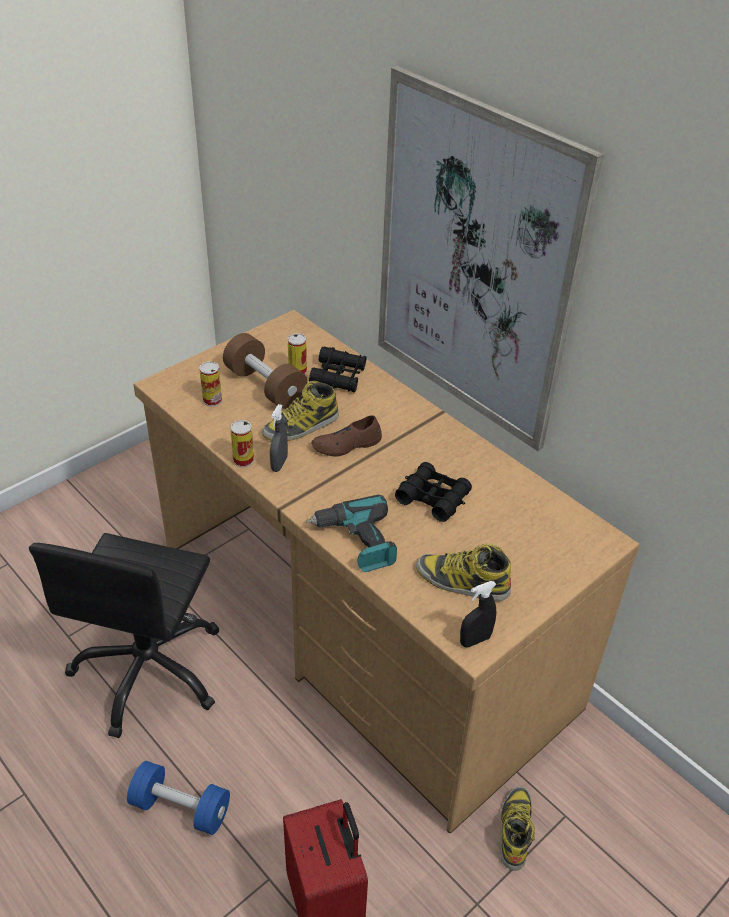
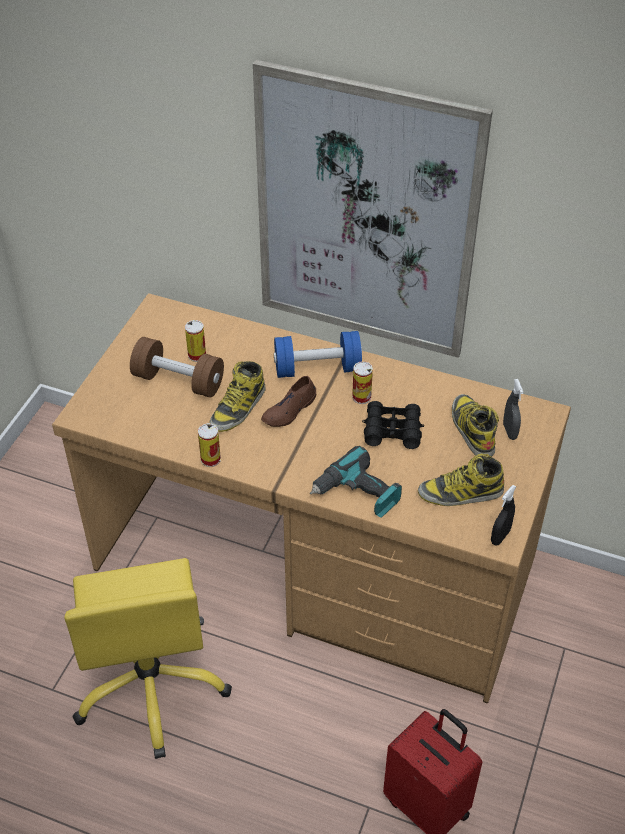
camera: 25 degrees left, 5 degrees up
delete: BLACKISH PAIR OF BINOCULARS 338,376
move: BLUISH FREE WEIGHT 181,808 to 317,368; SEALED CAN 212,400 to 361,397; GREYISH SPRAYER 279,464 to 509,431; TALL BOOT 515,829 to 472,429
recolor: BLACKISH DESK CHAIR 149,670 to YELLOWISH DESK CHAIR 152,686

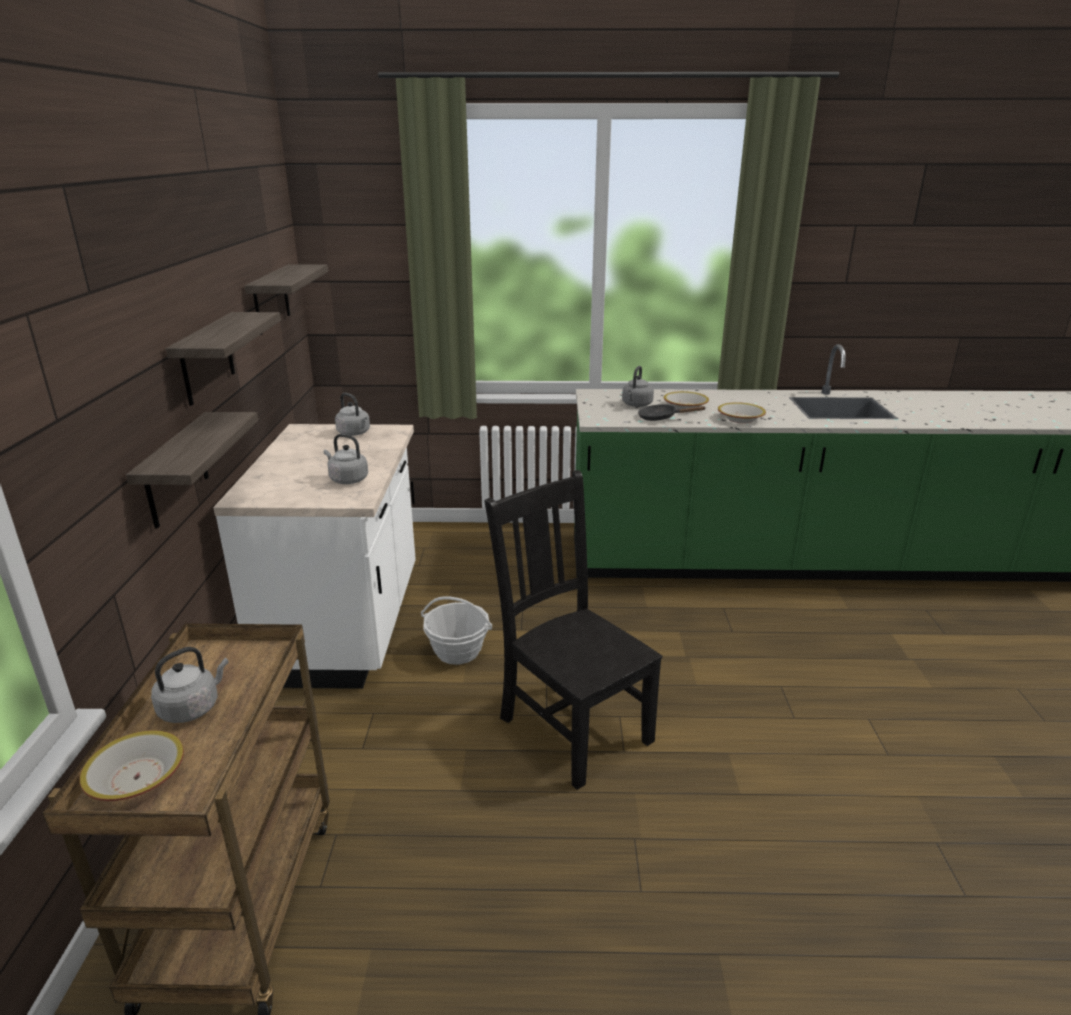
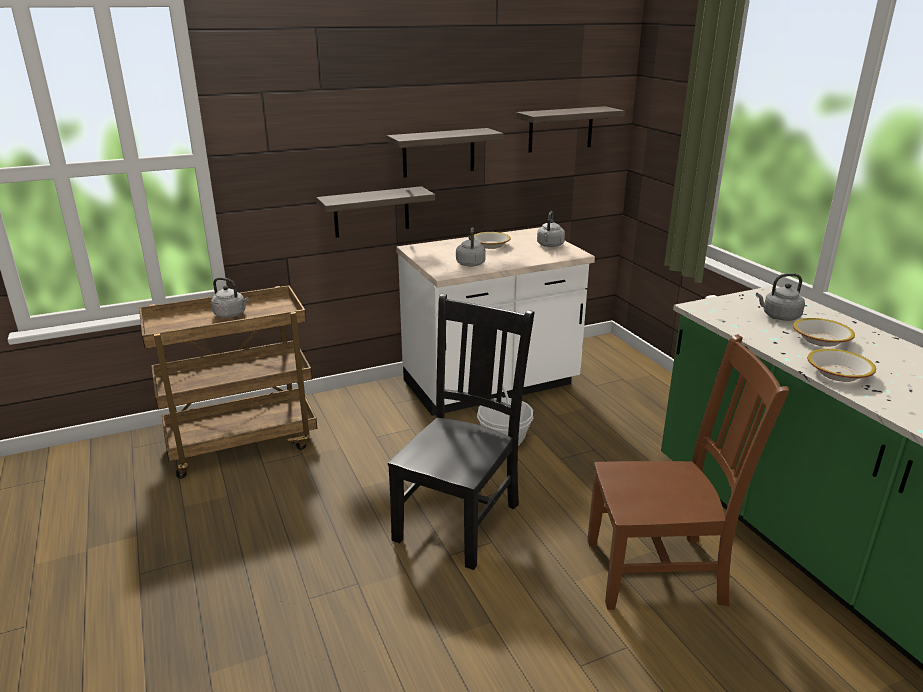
camera: 65 degrees right, 0 degrees up
delete: BLACKISH FRYING PAN 661,418
insert: BROWNISH PLAIN CHAIR 660,571
move: BOWL 137,778 to 490,245

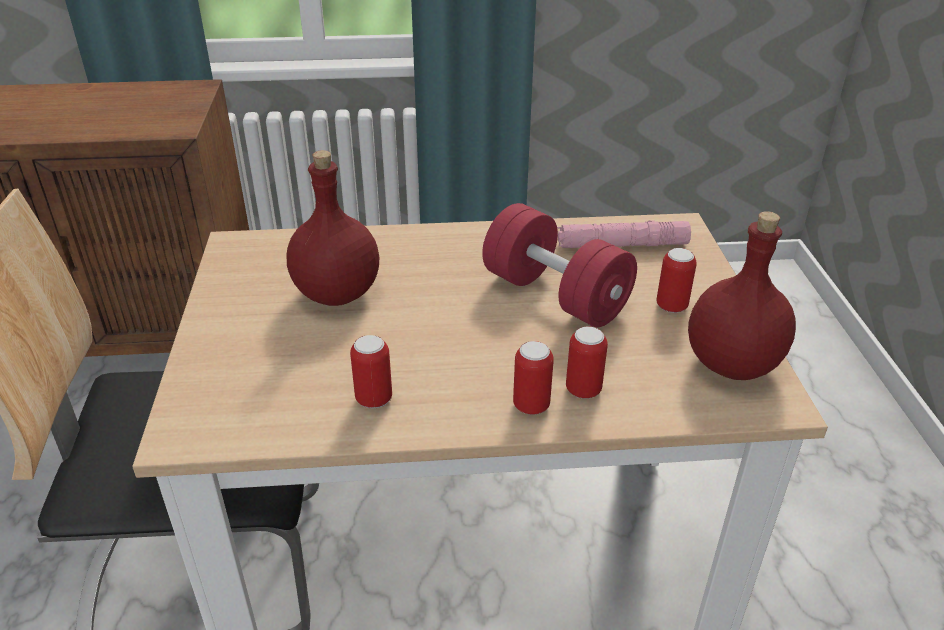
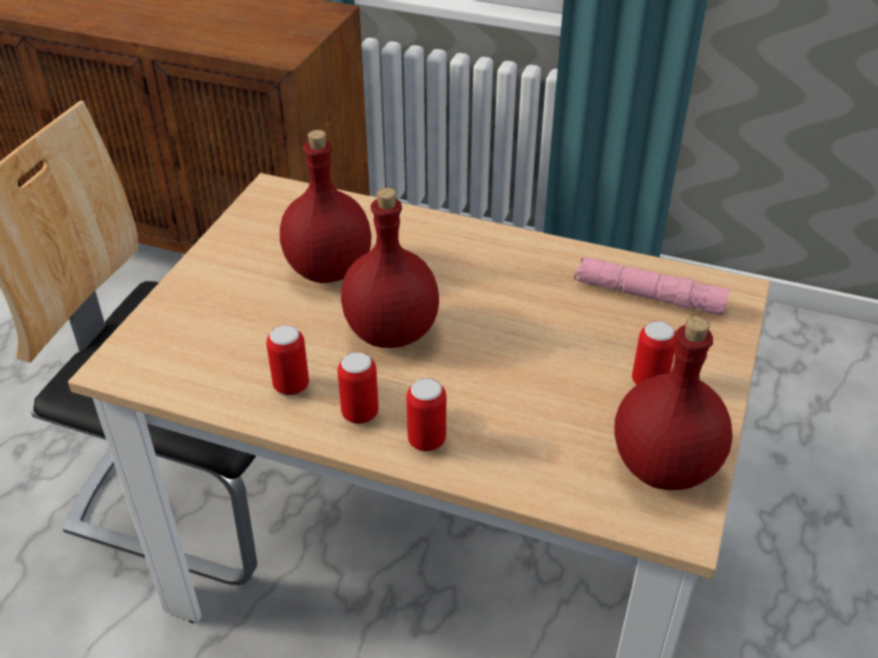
camera: 25 degrees right, 5 degrees up
delete: RED FREE WEIGHT 555,295
insert: RED DRINK BOTTLE 393,332
move: SEALED CAN 583,390 to 360,414

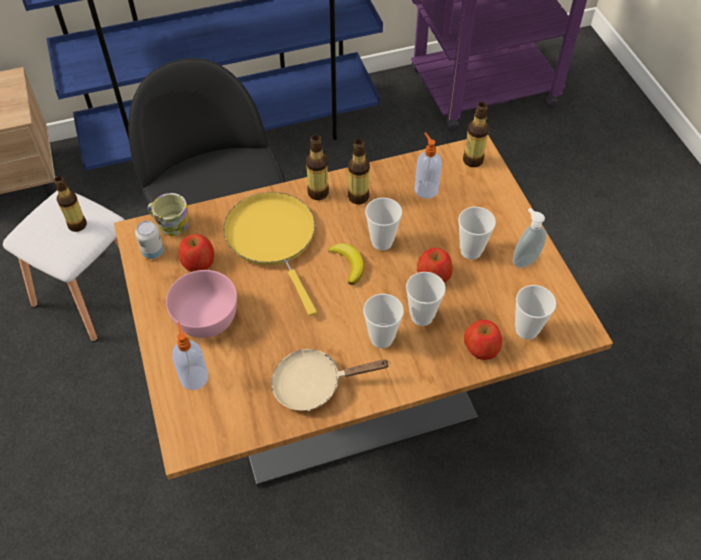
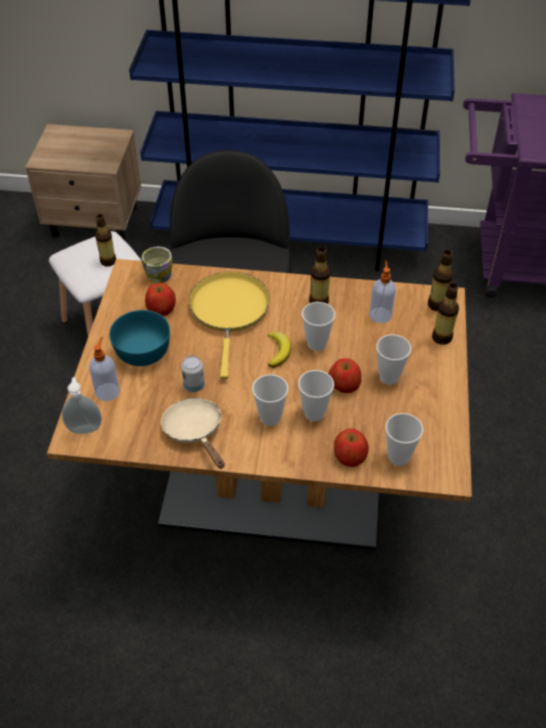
camera: 25 degrees right, 5 degrees down
move: SEALED CAN 153,252 to 194,386; DRINK BOTTLE 318,193 to 441,338; LIQUID SOAP BOTTLE 524,260 to 85,428
recolor: PINKISH BOWL 207,317 to TURQUOISE BOWL 143,351
rotate: BEIGE FRYING PAN 314,384 = 195,431 45 degrees clockwise

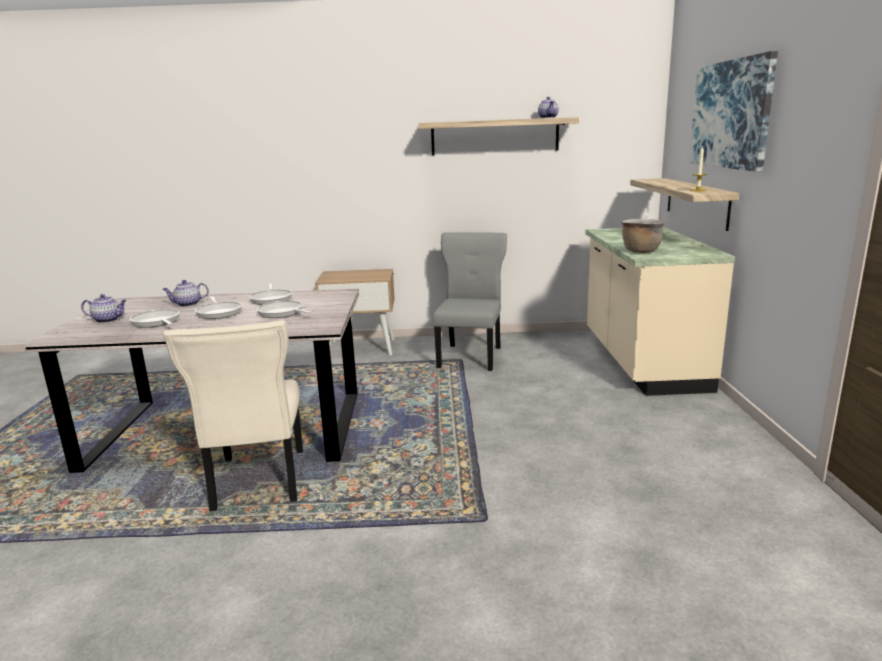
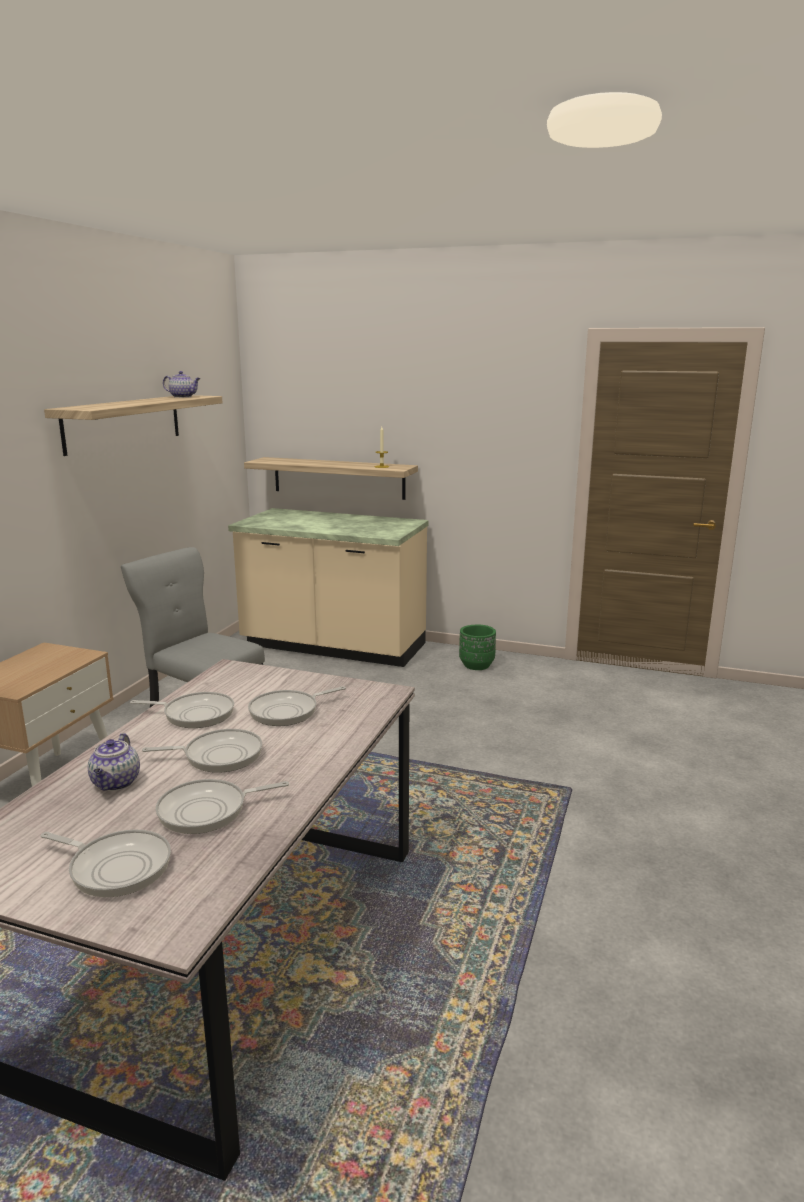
camera: 70 degrees left, 0 degrees up
delete: BEIGE PLAIN CHAIR 258,482; BROWNISH STOCKPOT 640,251; WALL ART 730,114
insert: GREEN PLANT POT 476,665
replace: TEAPOT 108,320 to FRYING PAN 116,867

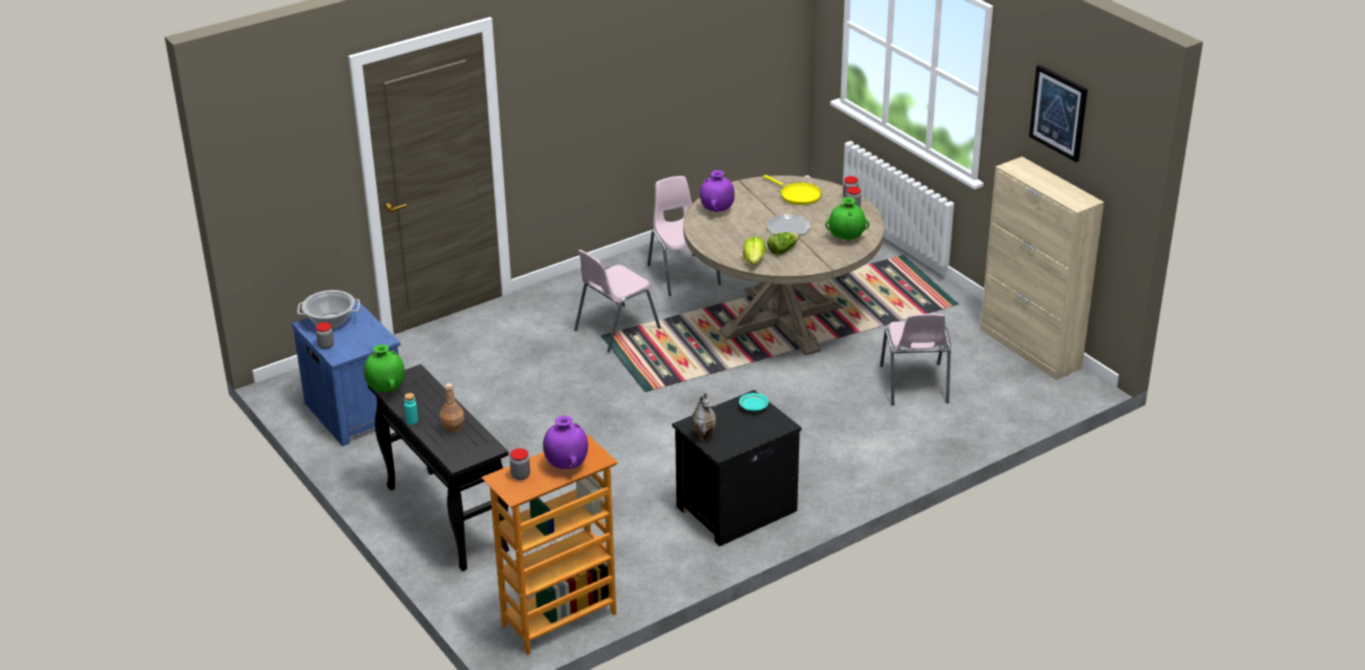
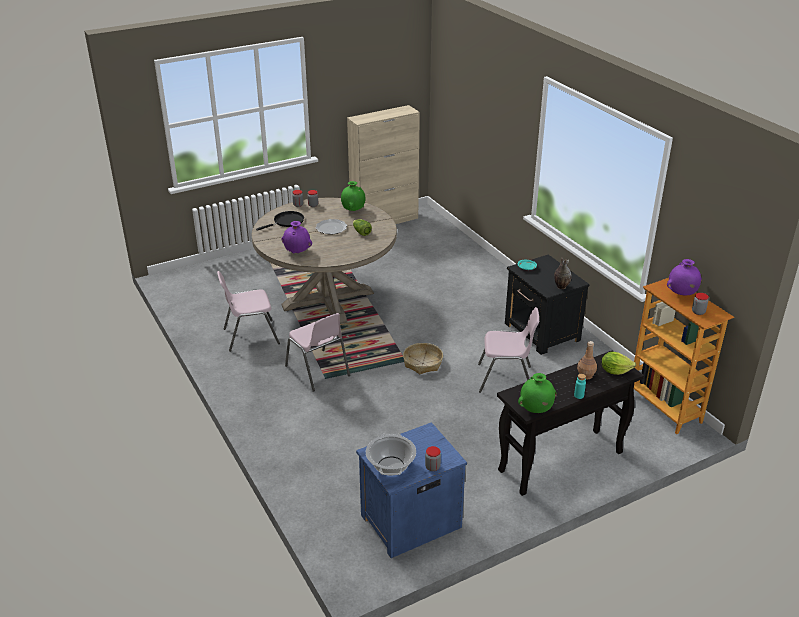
camera: 85 degrees left, 0 degrees up
delete: WALL ART 1059,112
insert: BASKET 423,363
move: HEAD OF LETTUCE 754,261 to 615,371; PINKISH PLAIN CHAIR 914,385 to 506,379
recolor: YELLOWISH FRYING PAN 798,195 to BLACKISH FRYING PAN 287,222

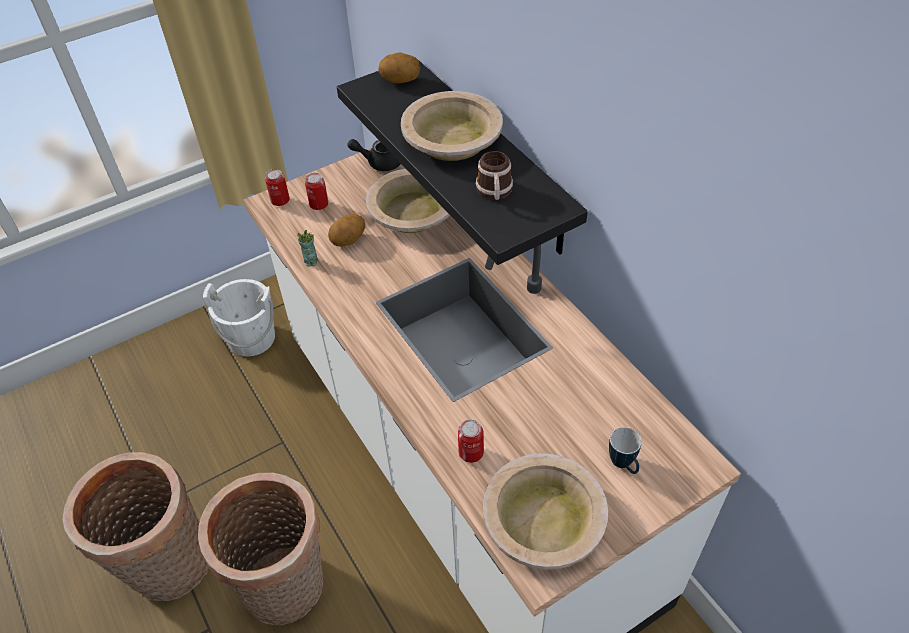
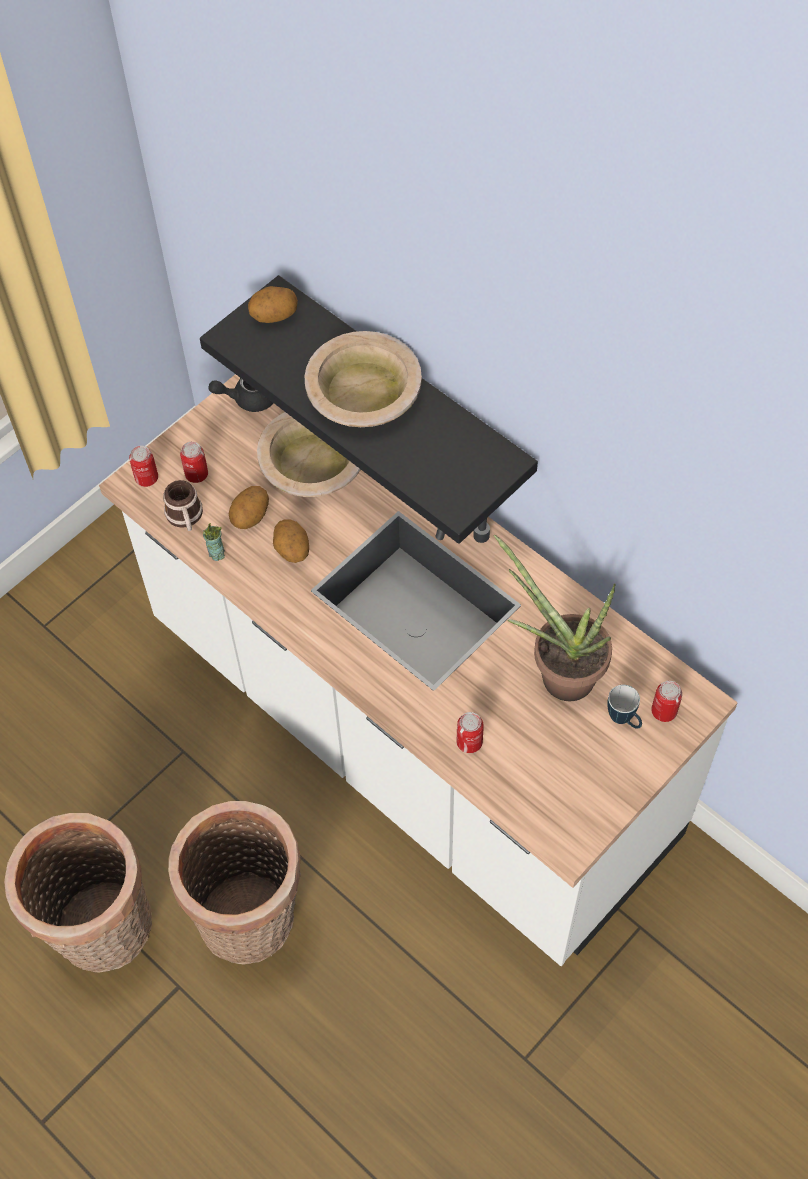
camera: 15 degrees left, 10 degrees up
delete: WHITISH BUCKET 251,338; BEIGE BOWL 544,520
insert: SPUD 291,551; HOUSEPLANT 557,672; SEALED CAN 664,711
move: TEA MUG 494,192 to 185,517

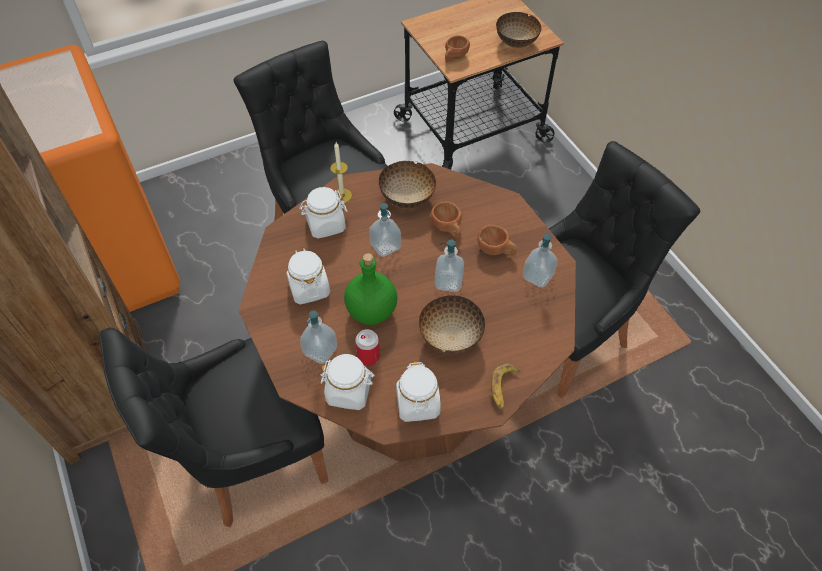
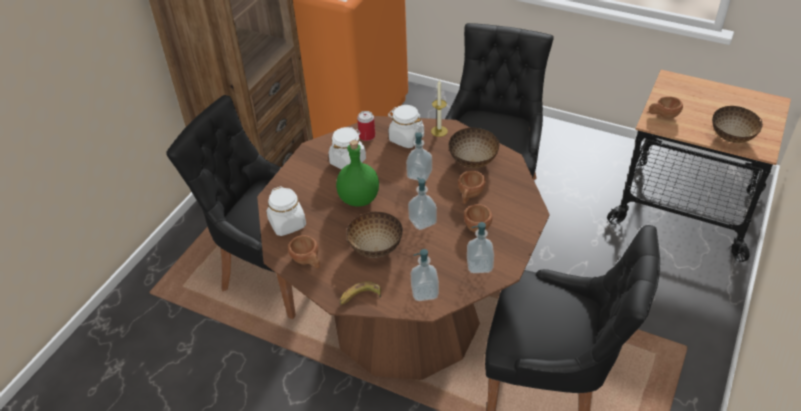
camera: 55 degrees right, 10 degrees down
move: LIQUID SOAP BOTTLE 320,350 to 424,292; SEALED CAN 368,356 to 367,136
replace: WHITISH PRESERVE JAR 418,404 to BROWNISH DRINKING CUP 307,261

